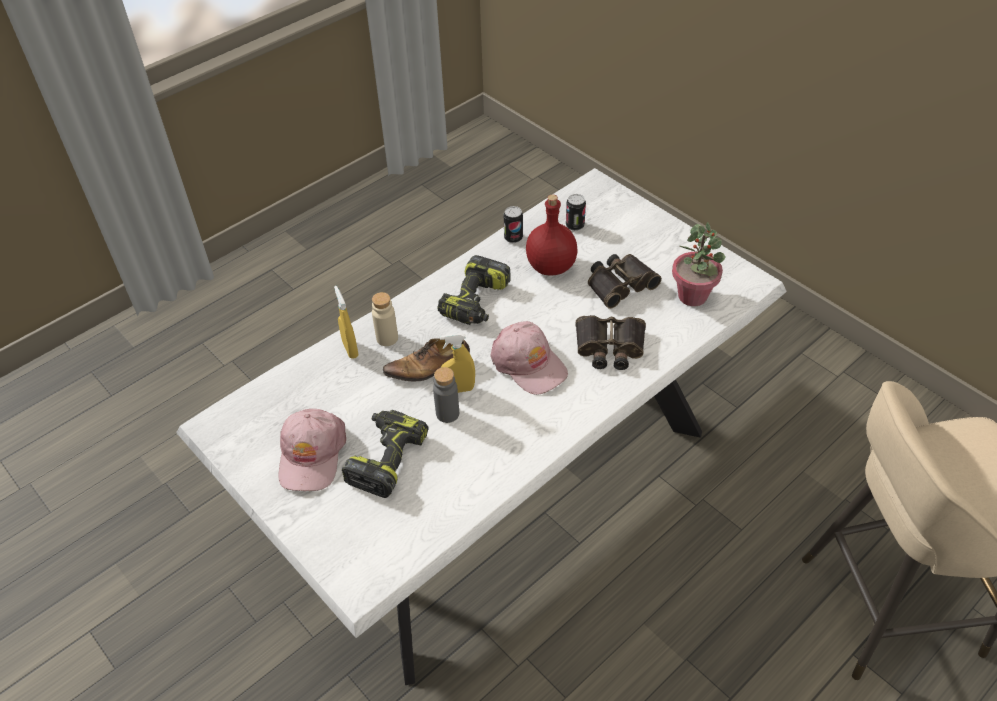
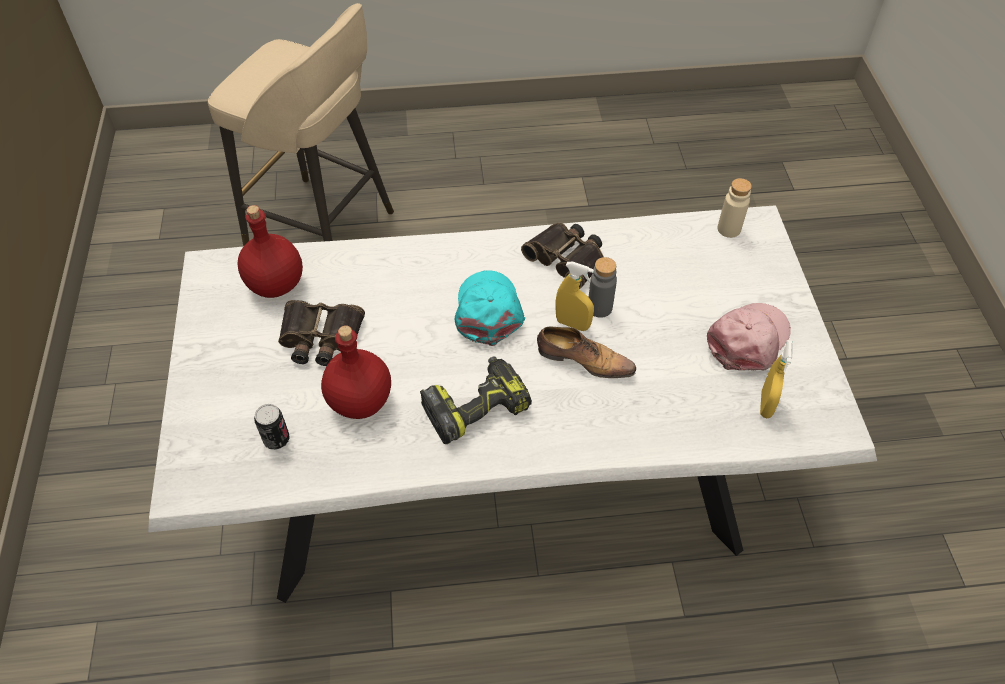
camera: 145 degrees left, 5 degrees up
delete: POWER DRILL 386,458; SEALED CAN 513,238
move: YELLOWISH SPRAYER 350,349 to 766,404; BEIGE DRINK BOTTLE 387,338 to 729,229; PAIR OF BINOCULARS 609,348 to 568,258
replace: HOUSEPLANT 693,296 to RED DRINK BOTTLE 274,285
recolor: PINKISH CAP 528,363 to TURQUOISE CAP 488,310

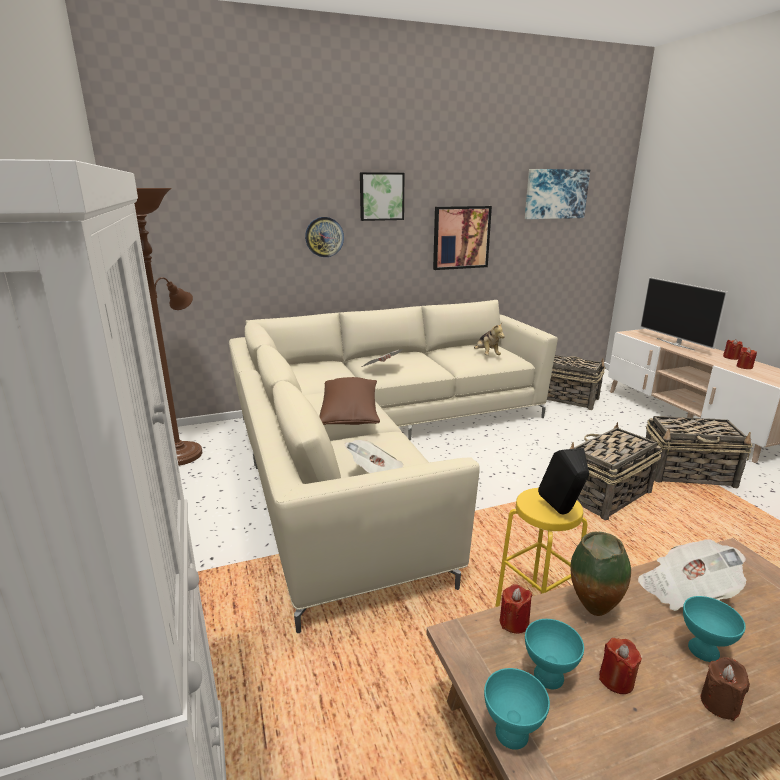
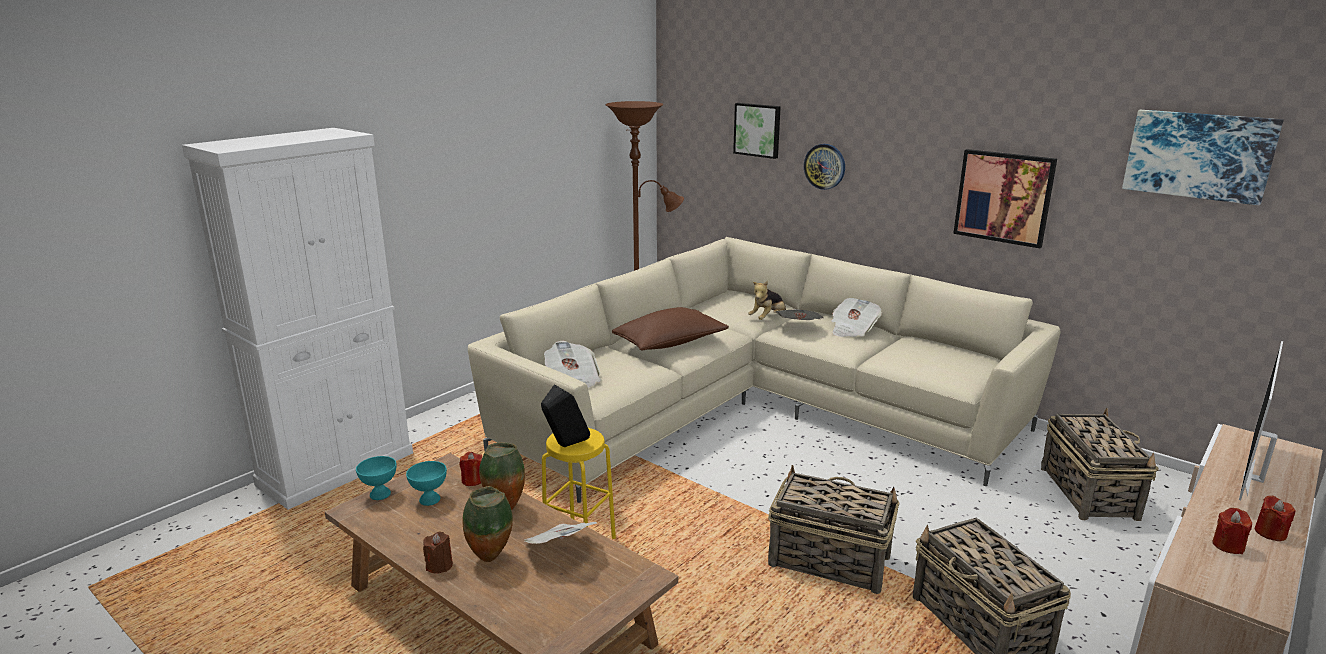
camera: 60 degrees right, 0 degrees up
delete: RED WAX CANDLE 616,680
insert: PRINTED PAPER 852,330
move: WALL ART 381,196 to 758,130; PLUSH TOY 486,355 to 768,318
replace: TURQUOISE BOWL 702,649 to VASE 491,558

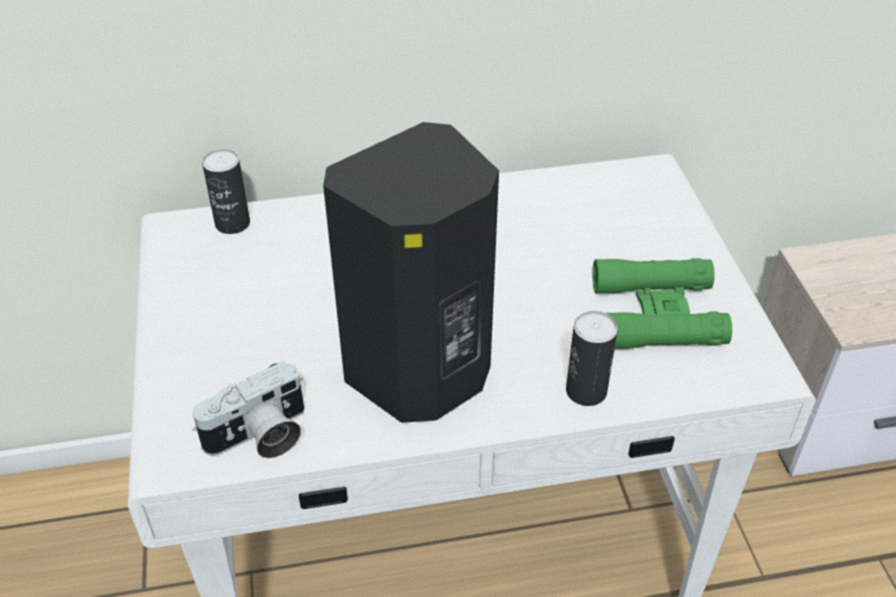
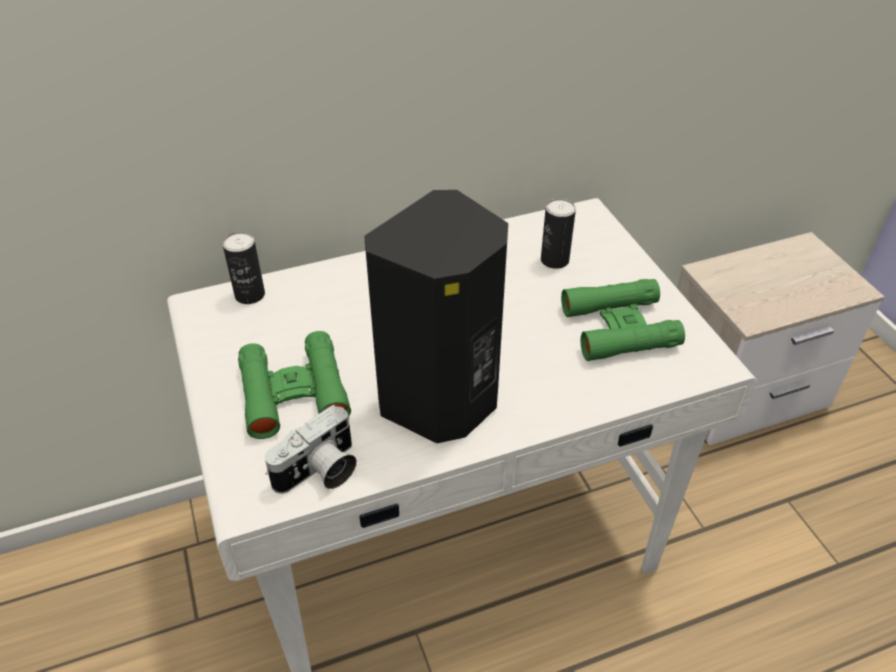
camera: 10 degrees left, 0 degrees up
insert: GREEN PAIR OF BINOCULARS 293,392
move: SEALED CAN 586,391 to 554,260

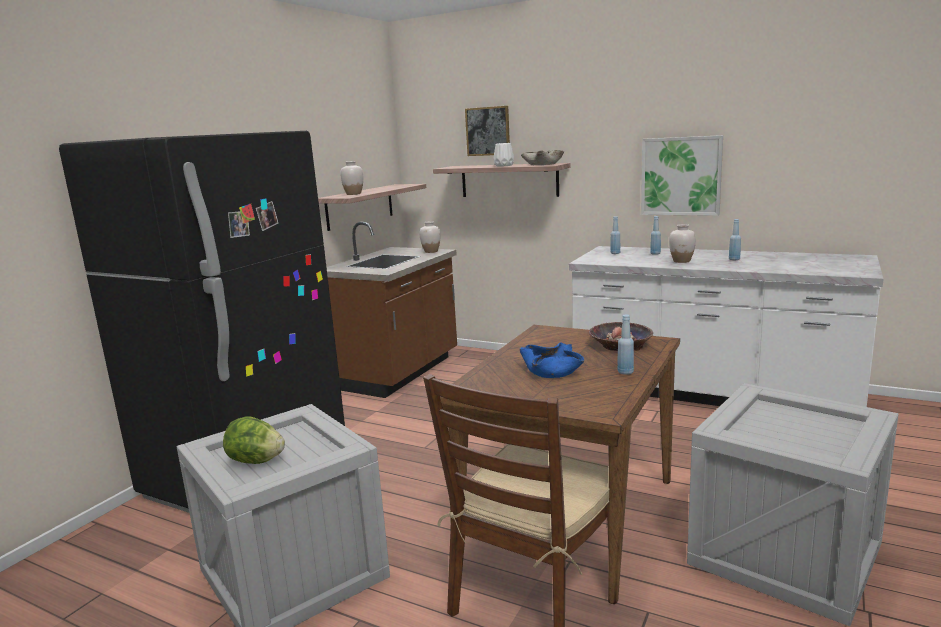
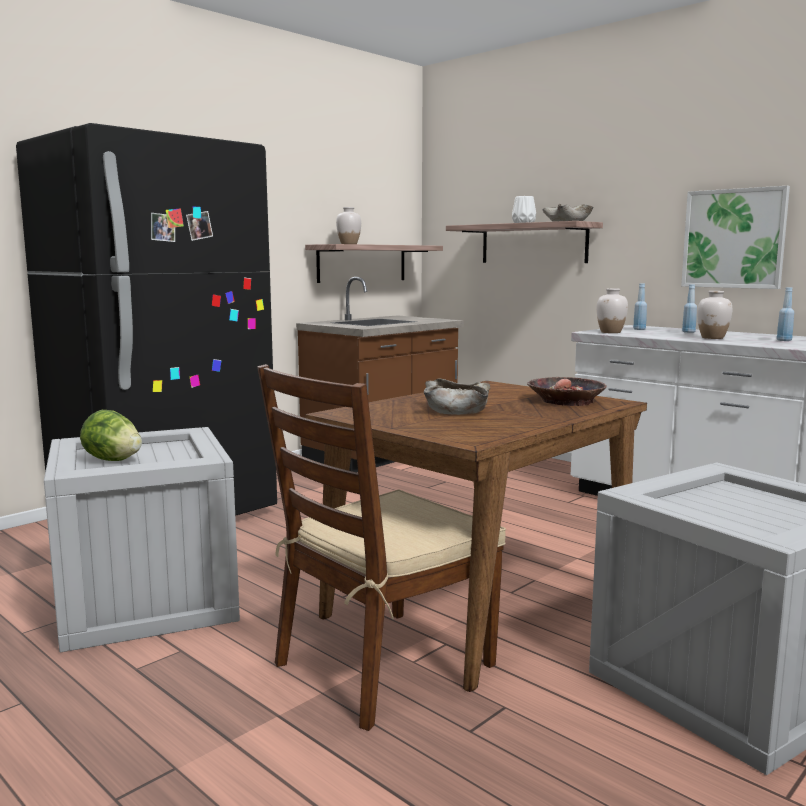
camera: 15 degrees right, 5 degrees down
delete: WALL ART 488,131; BLUISH DRINK BOTTLE 625,372
move: WHITISH VASE 431,251 to 611,332
recolor: BLUISH BOWL 552,370 to BEIGE BOWL 457,410

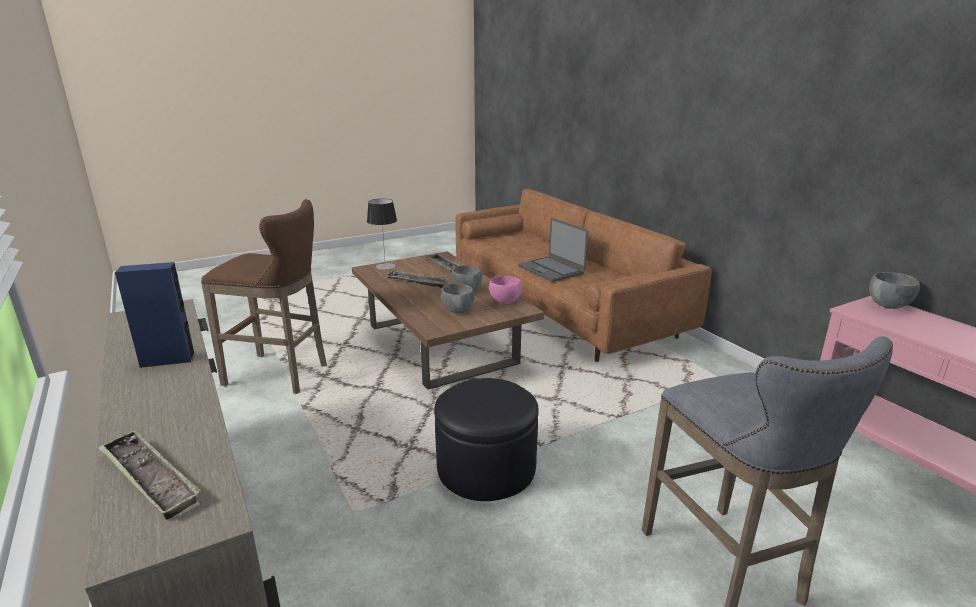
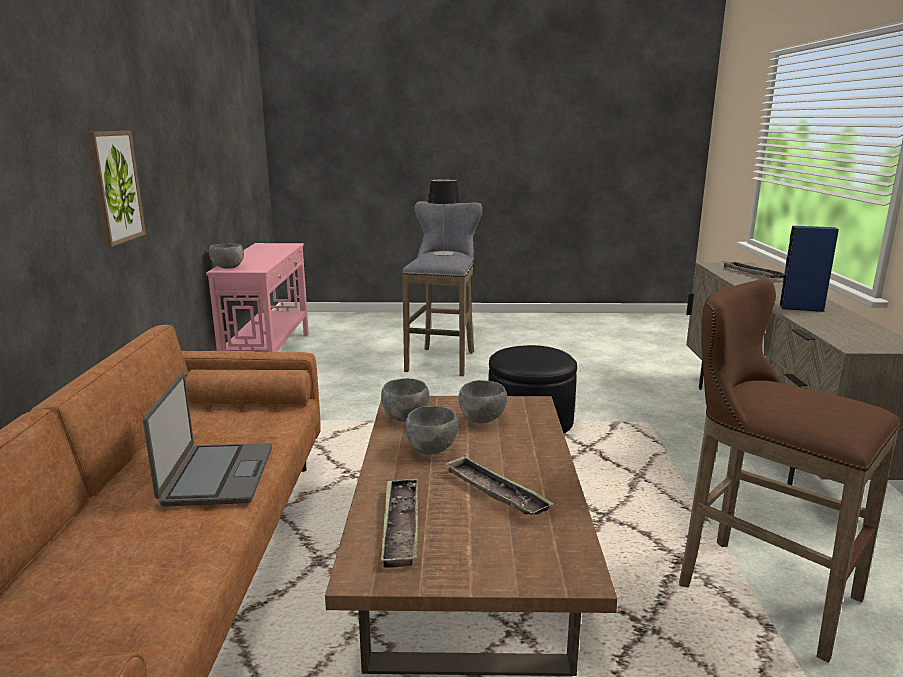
camera: 150 degrees left, 5 degrees down
insert: WALL ART 115,187
move: TABLETOP LAMP 385,266 to 443,253
recolor: PINKISH BOWL 505,301 to GREYISH BOWL 405,417

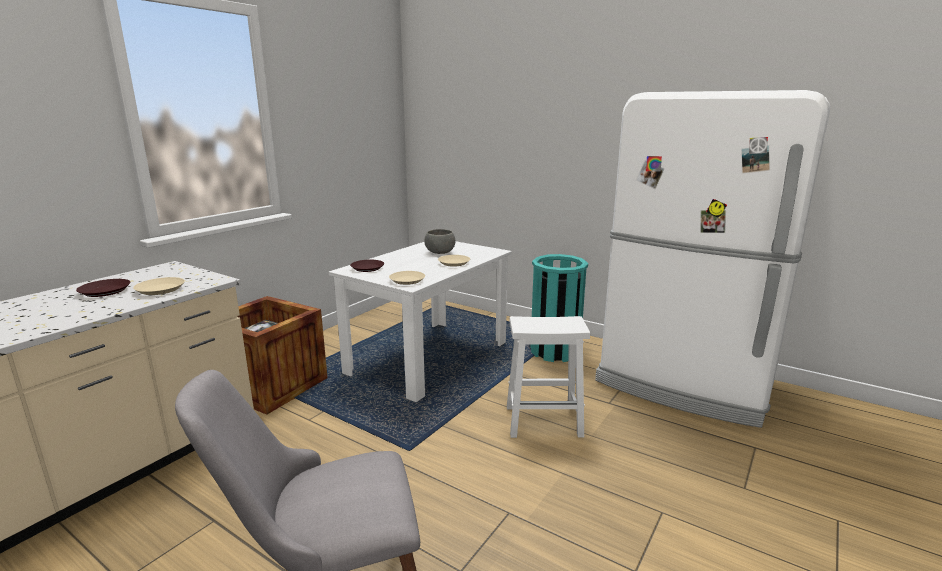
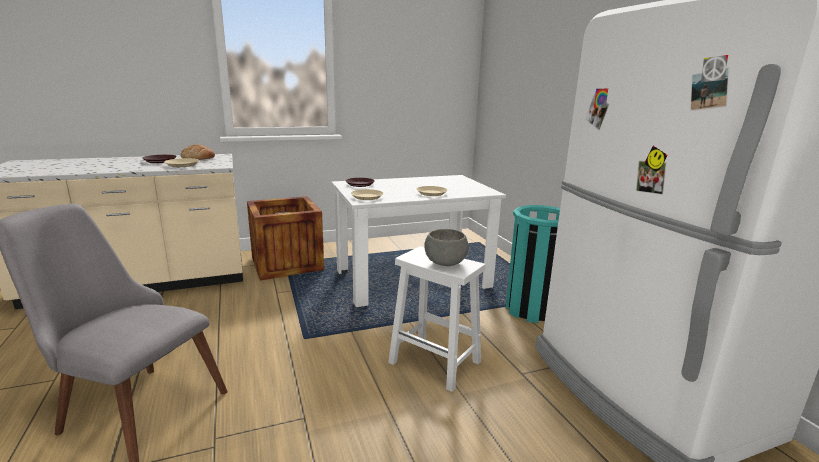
camera: 35 degrees right, 0 degrees up
insert: BAKED BREAD 198,158
move: GREYISH BOWL 440,252 to 446,262

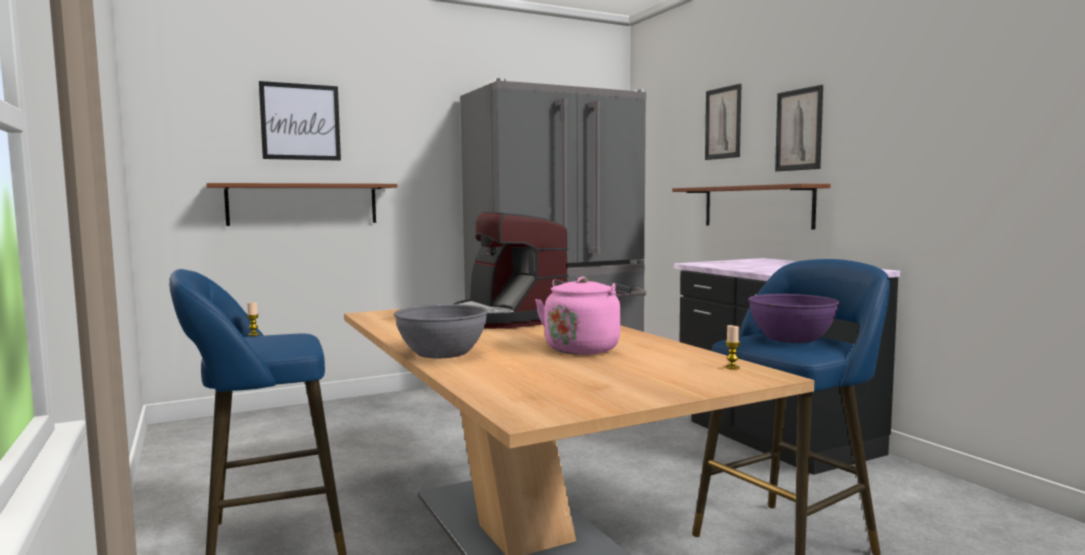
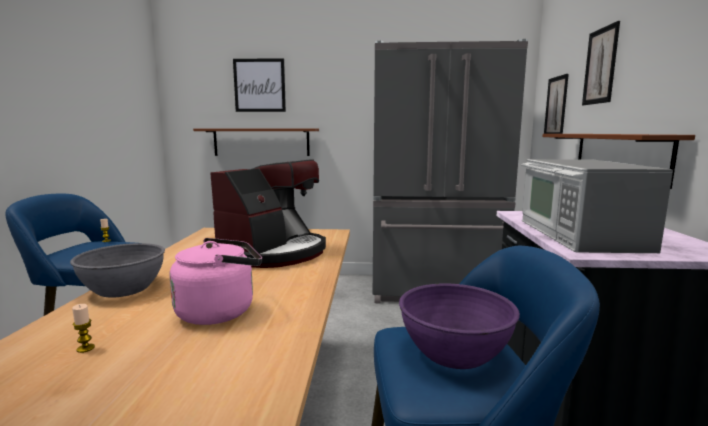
camera: 30 degrees right, 5 degrees up
insert: MICROWAVE OVEN 578,235
move: WAX CANDLE 732,367 to 85,348; WALL ART 799,130 to 556,106
rotate: COFFEE MAKER 508,319 = 274,253 150 degrees counterclockwise

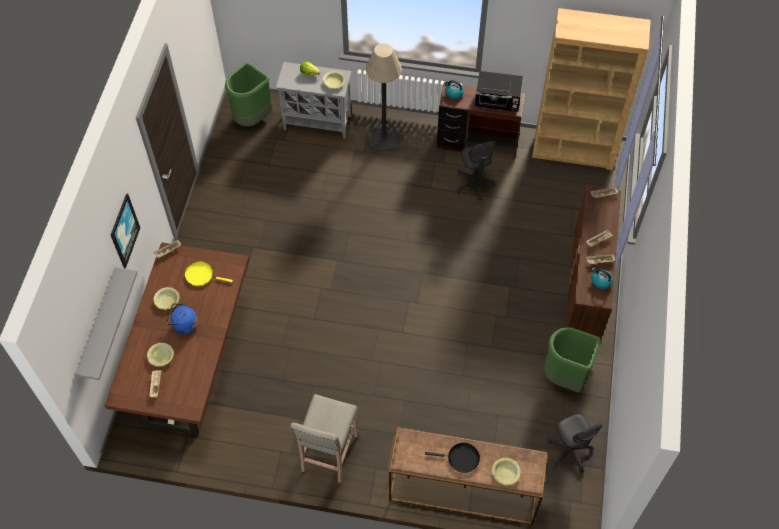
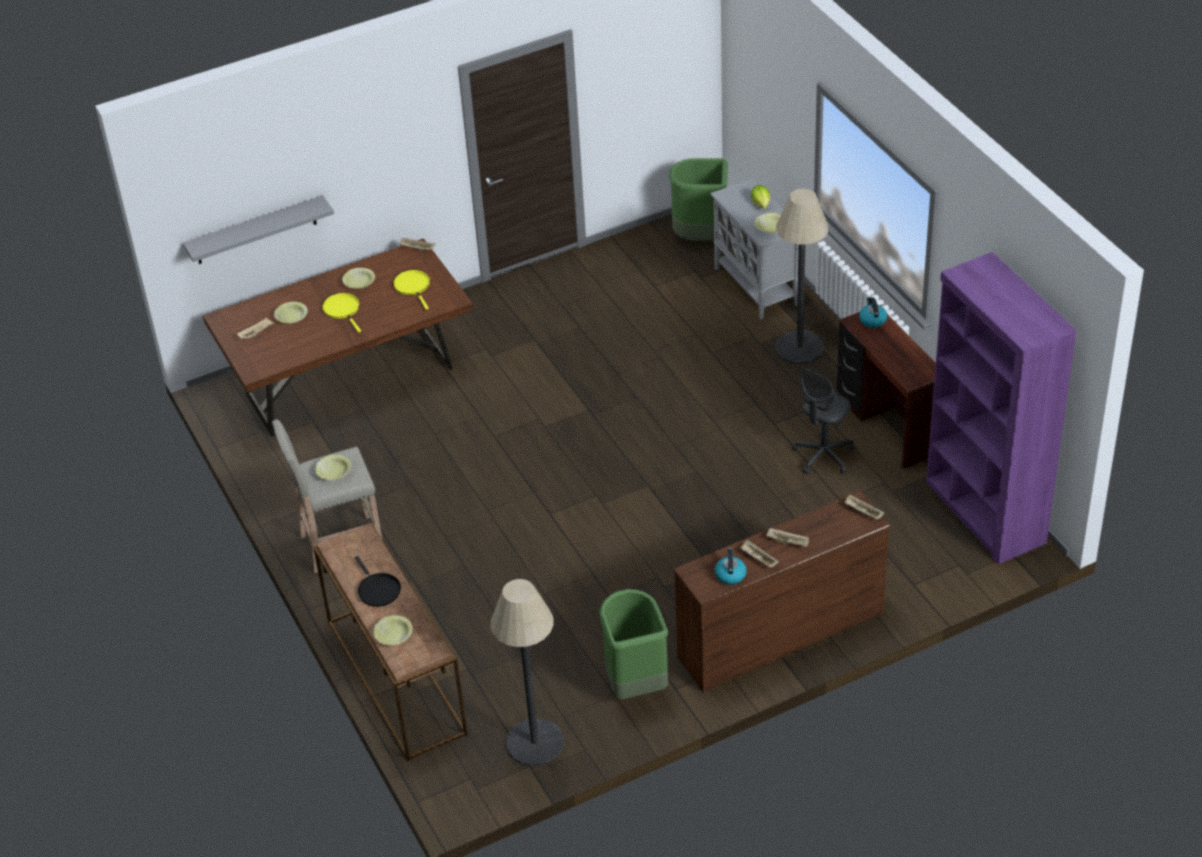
camera: 55 degrees right, 15 degrees down
delete: WALL ART 124,231; BLACKISH MICROWAVE OVEN 498,102
insert: YELLOWISH BOWL 334,472
replace: BLUISH TEA KETTLE 184,325 to YELLOWISH FRYING PAN 343,310; GREYISH DESK CHAIR 569,452 to FLOOR LAMP 534,742
recolor: BROWNISH BOOKCASE 574,150 to PURPLE-COLOURED BOOKCASE 984,513

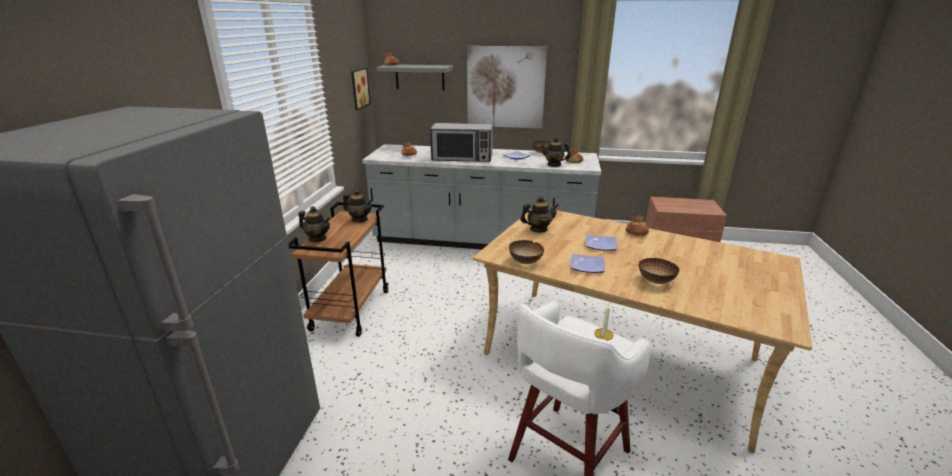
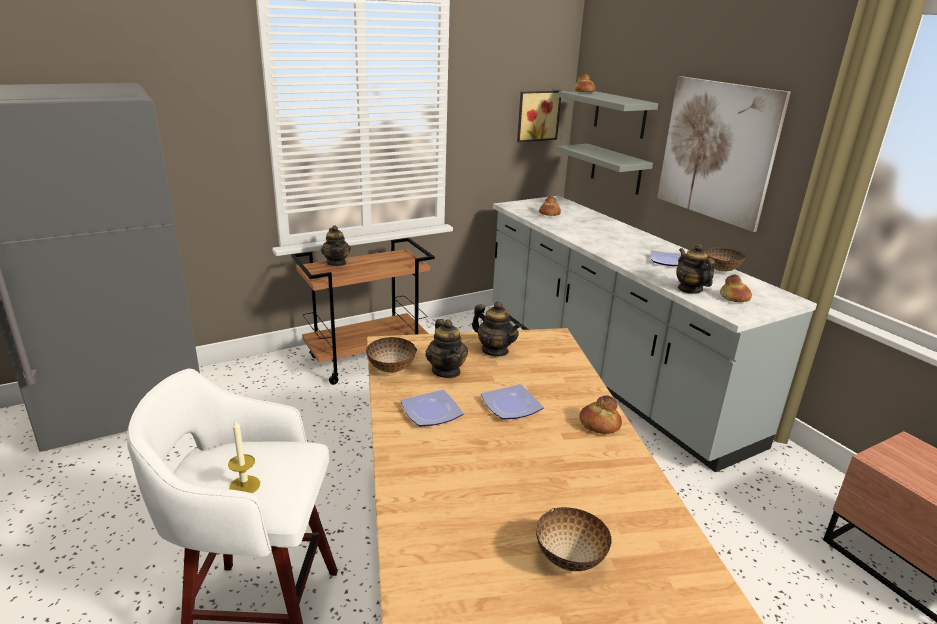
camera: 50 degrees right, 0 degrees up
delete: MICROWAVE OVEN 462,158
insert: GREYISH BRACKET SHELF 616,169
move: TEAPOT 359,219 to 446,371; BOWL 656,281 to 570,558

